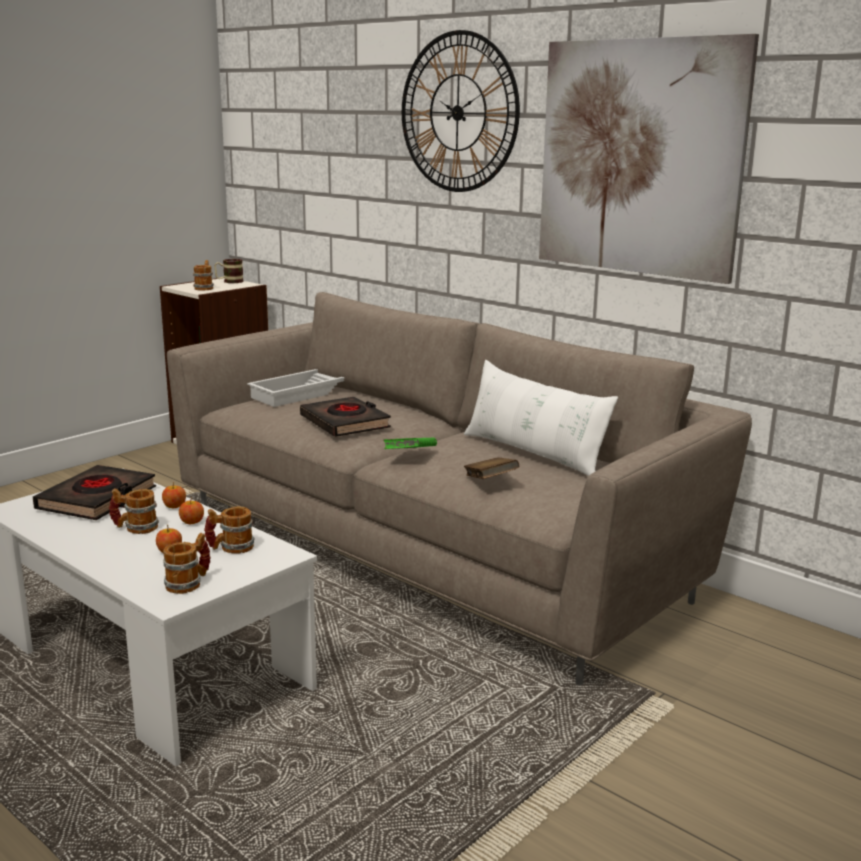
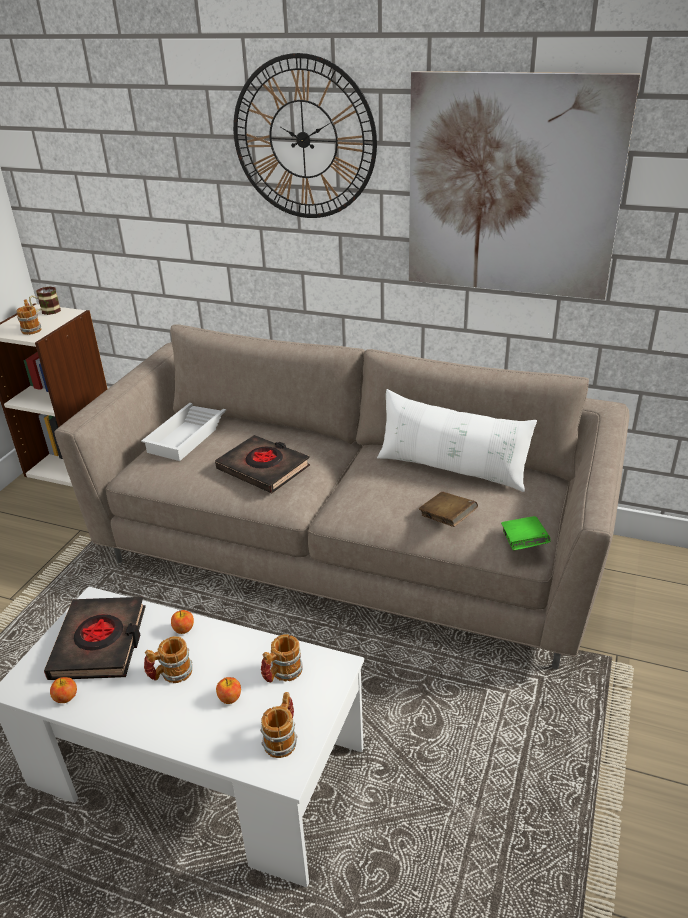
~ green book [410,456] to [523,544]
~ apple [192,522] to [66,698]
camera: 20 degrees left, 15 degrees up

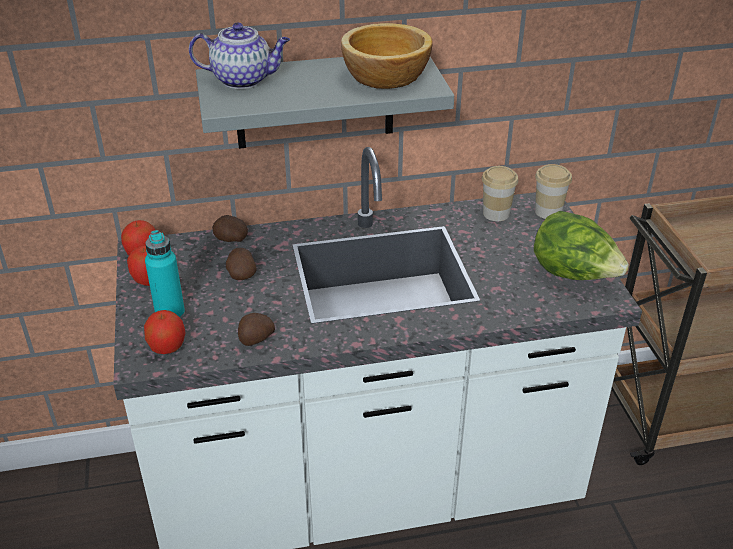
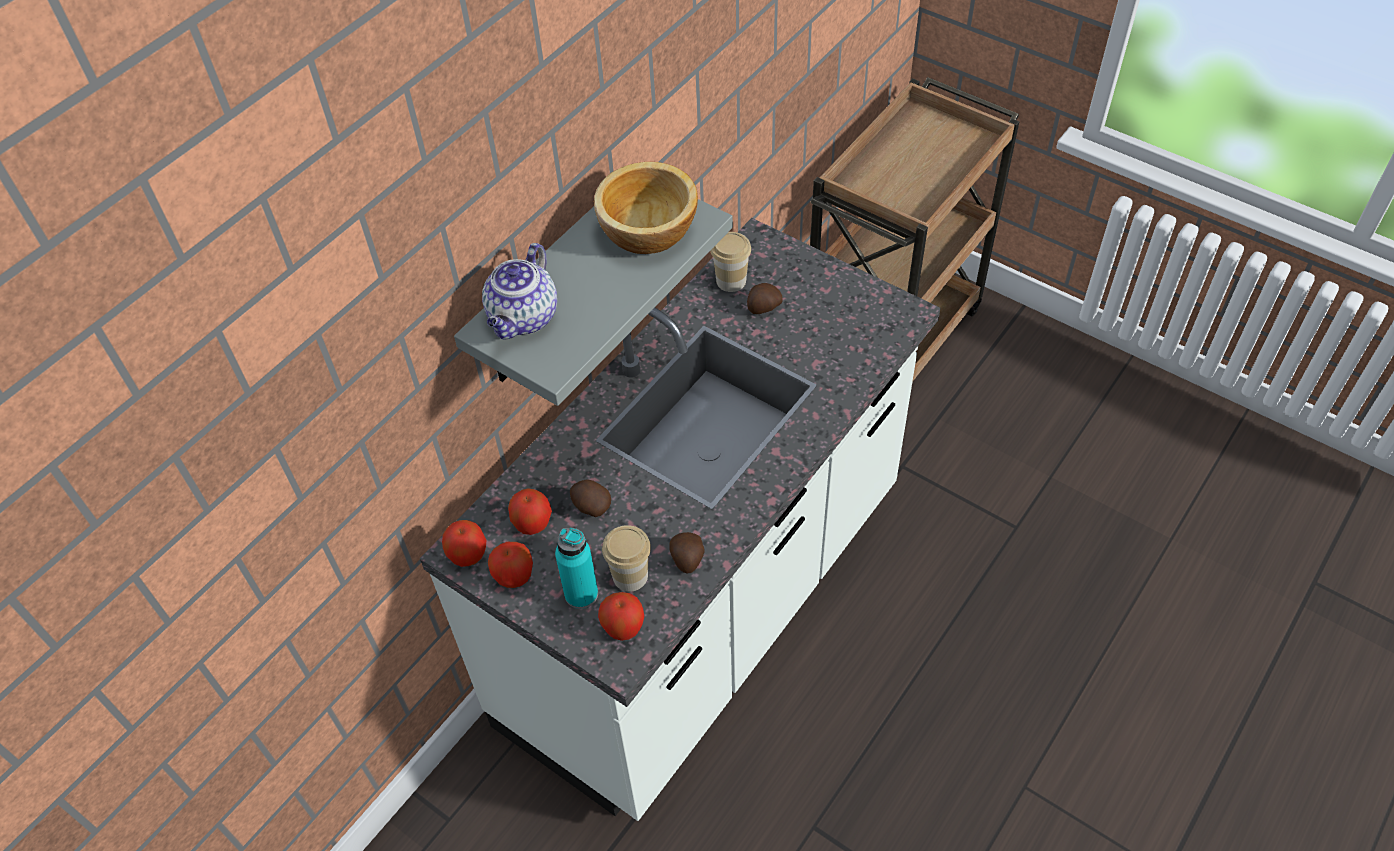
~ teapot [244,80] = [523,319] 150 degrees clockwise
~ cup [548,212] to [630,576]
- lettuce [573,274]
~ potato [231,239] to [763,308]
+ apple [532,523]
camera: 40 degrees left, 15 degrees up

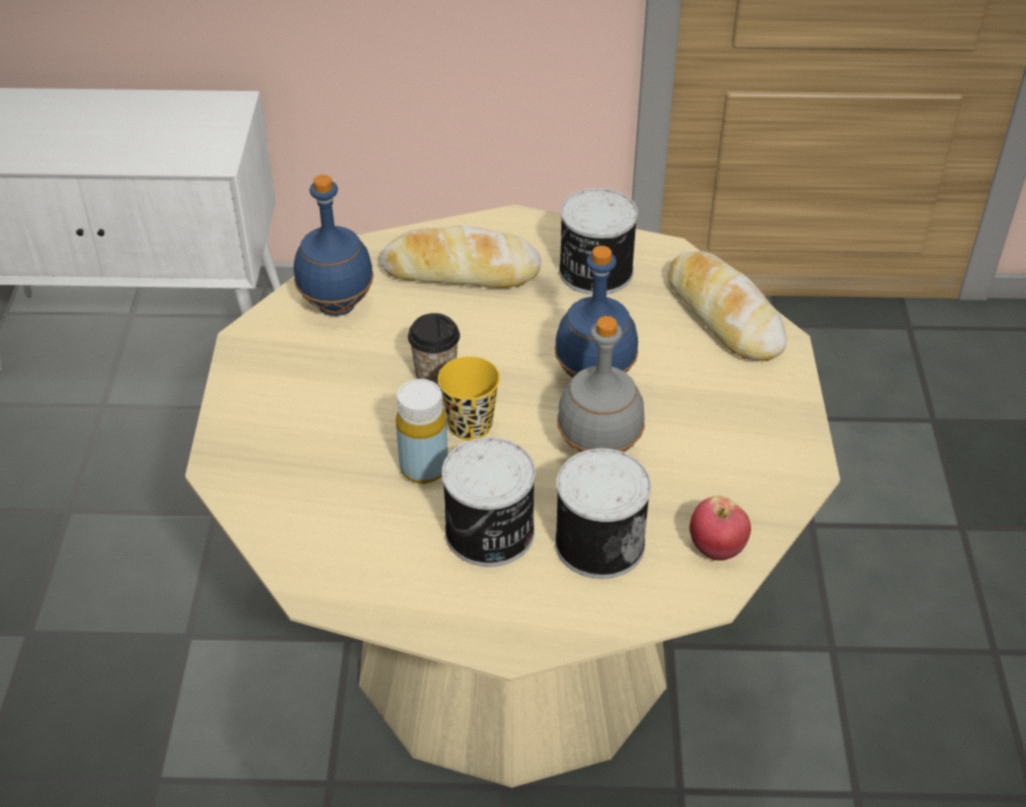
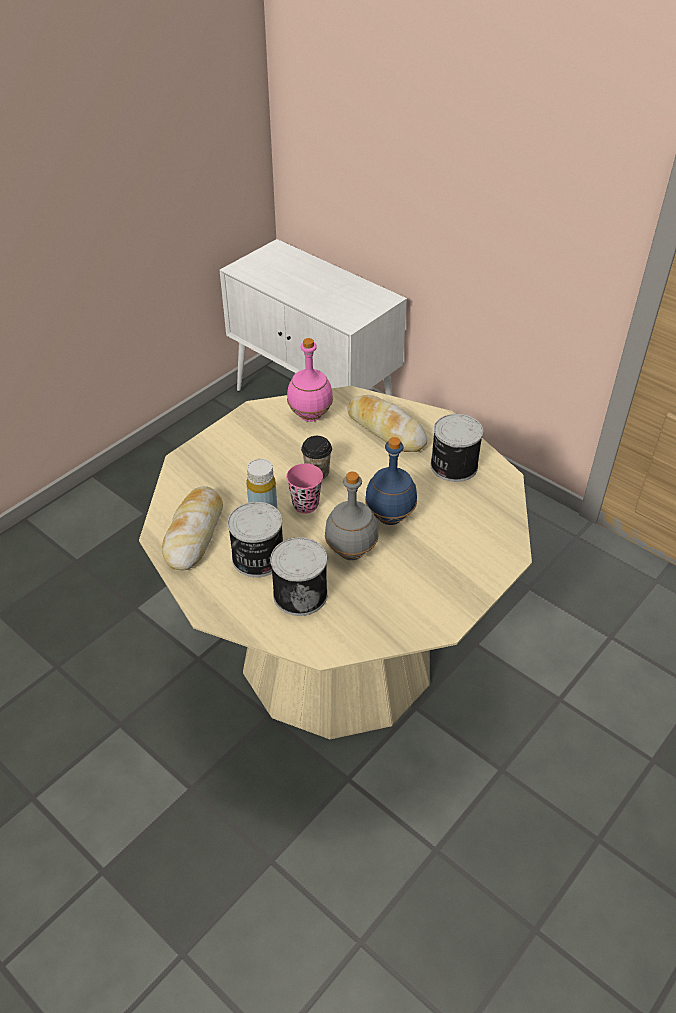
~ blue bottle [338,306] to pink bottle [310,416]
~ bread [723,316] to [194,533]
~ yellow cup [470,425] to pink cup [305,504]
- apple [716,549]
camera: 40 degrees right, 0 degrees up

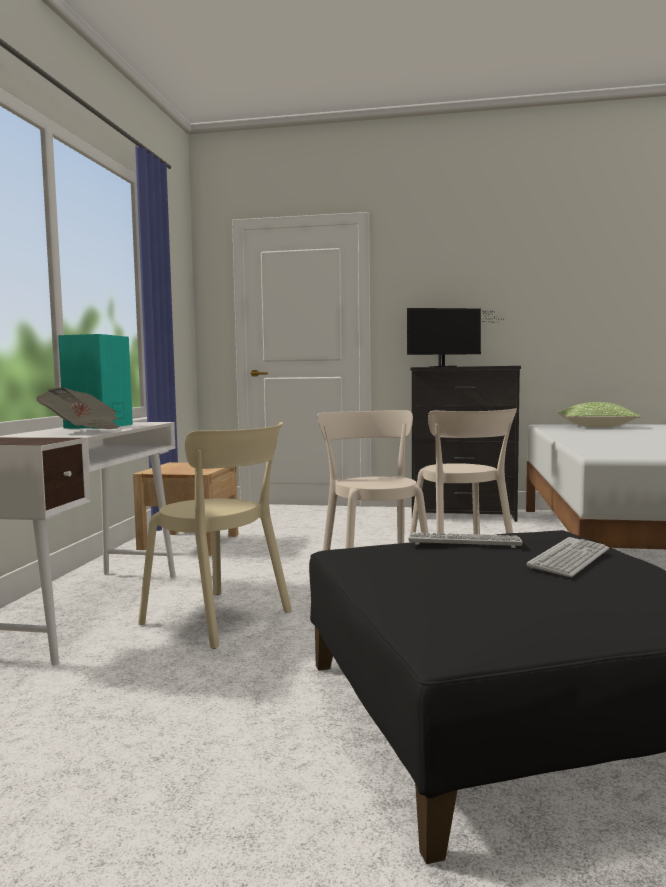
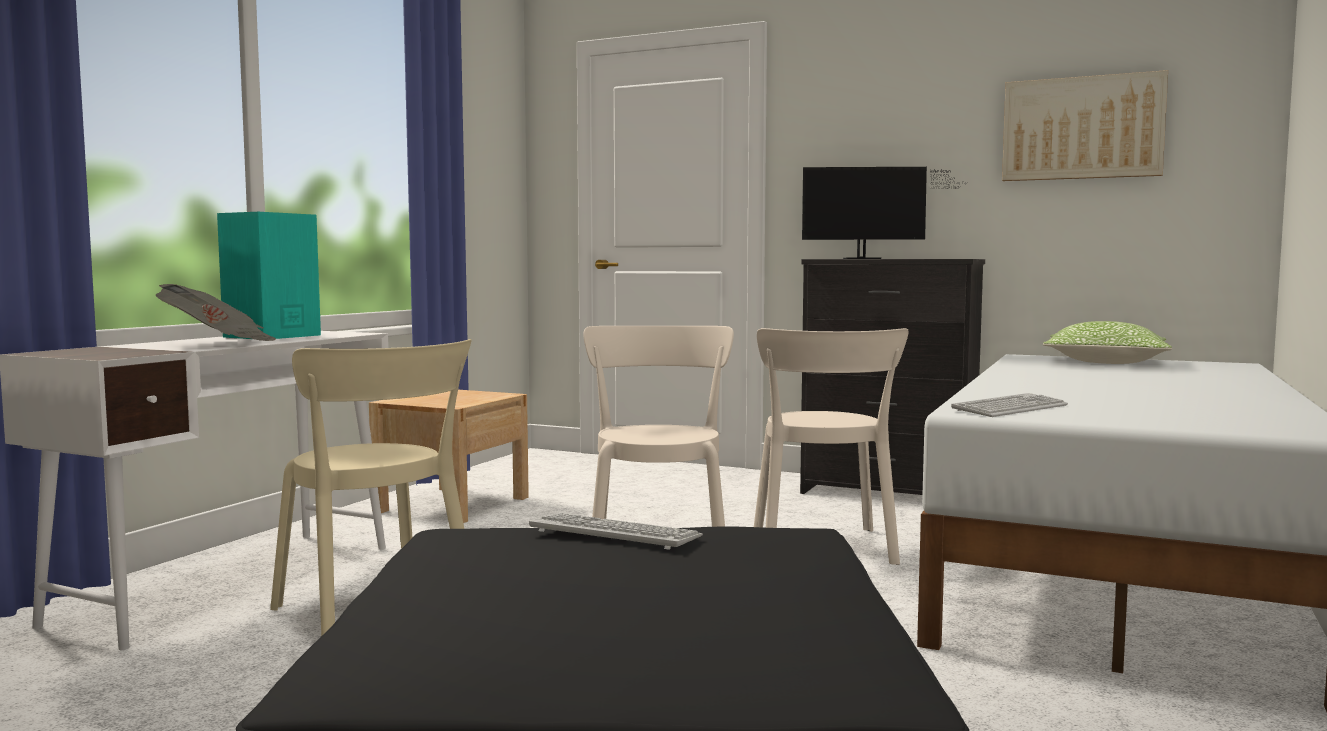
~ keyboard [569,559] to [1010,408]
+ picture [1082,128]
camera: 15 degrees right, 0 degrees up

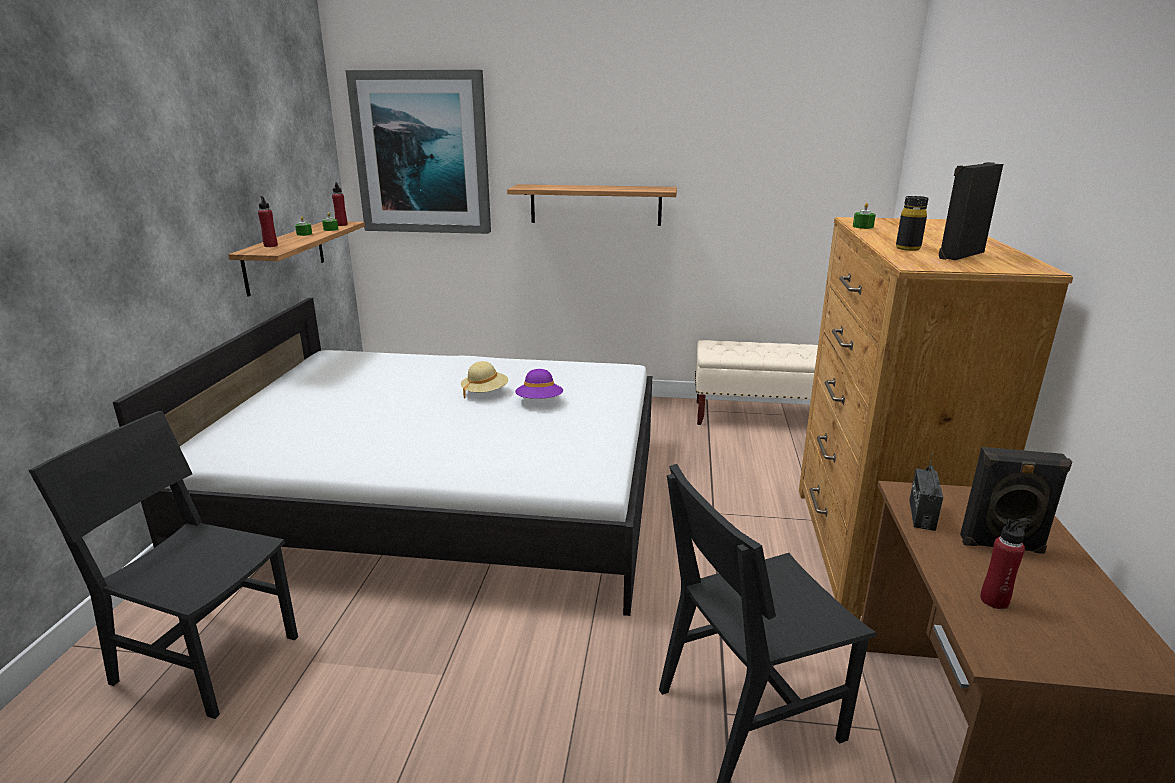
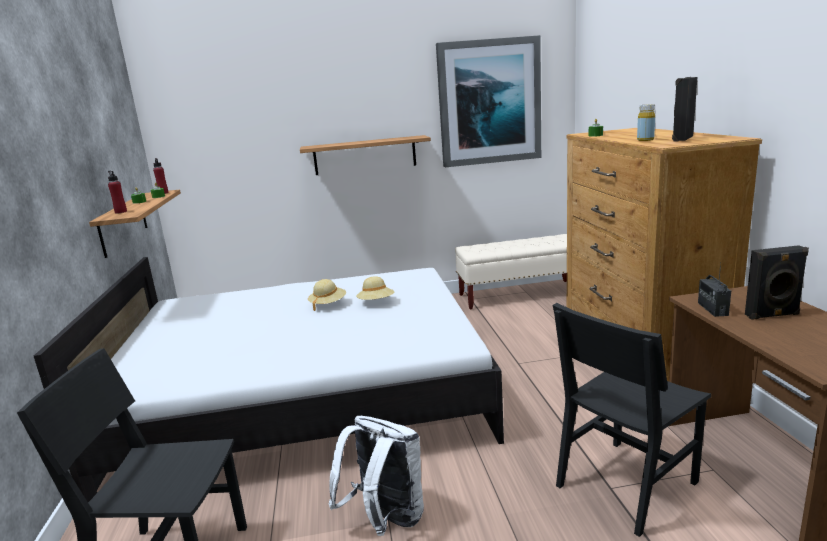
~ picture [423,153] to [489,102]
~ black bottle [908,248] to yellow bottle [645,140]
~ purple hat [539,402] to beige hat [376,303]
- red bottle [994,600]
+ white backpack [385,520]
camera: 15 degrees left, 5 degrees down

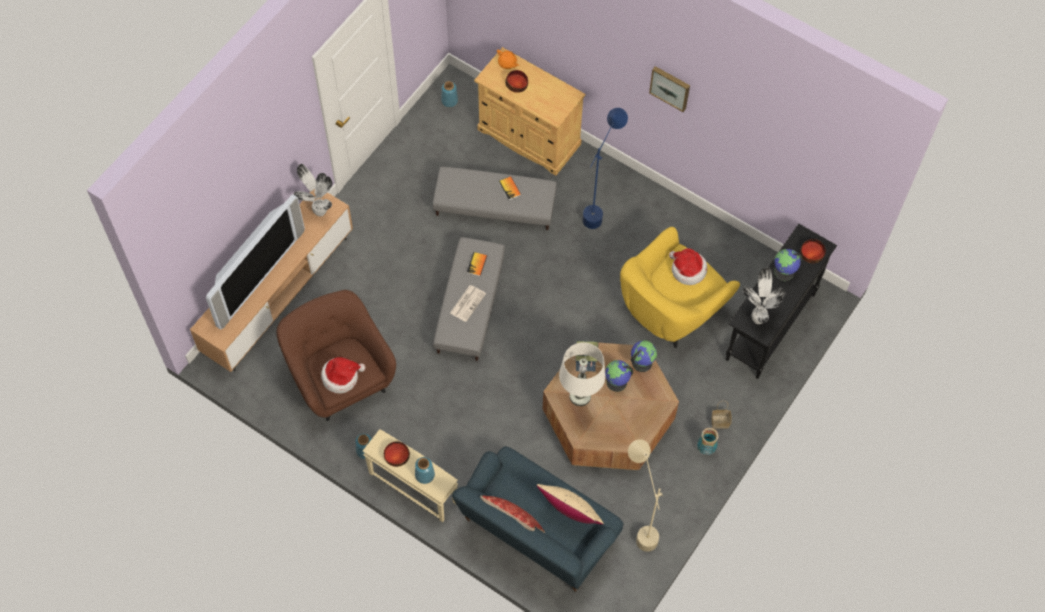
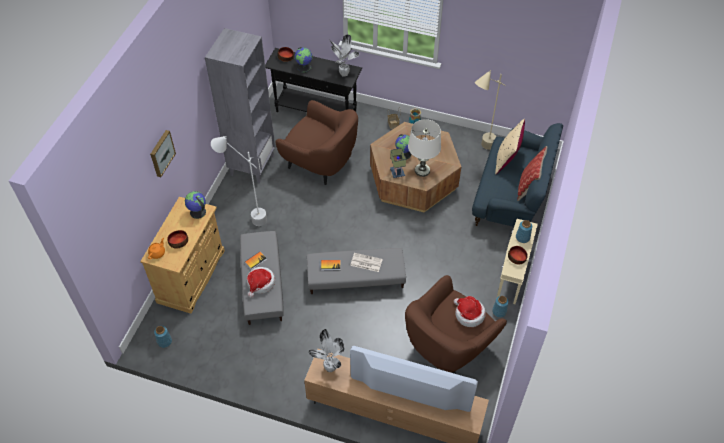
~ picture [670,87] to [161,153]
~ blue floor lamp [600,207] to white floor lamp [247,217]
~ yellow armchair [670,310] to brown armchair [320,162]
~ hat [687,270] to [260,283]
~ globe [641,362] to [197,212]
+ grey bookcase [252,165]
camera: 105 degrees left, 10 degrees down

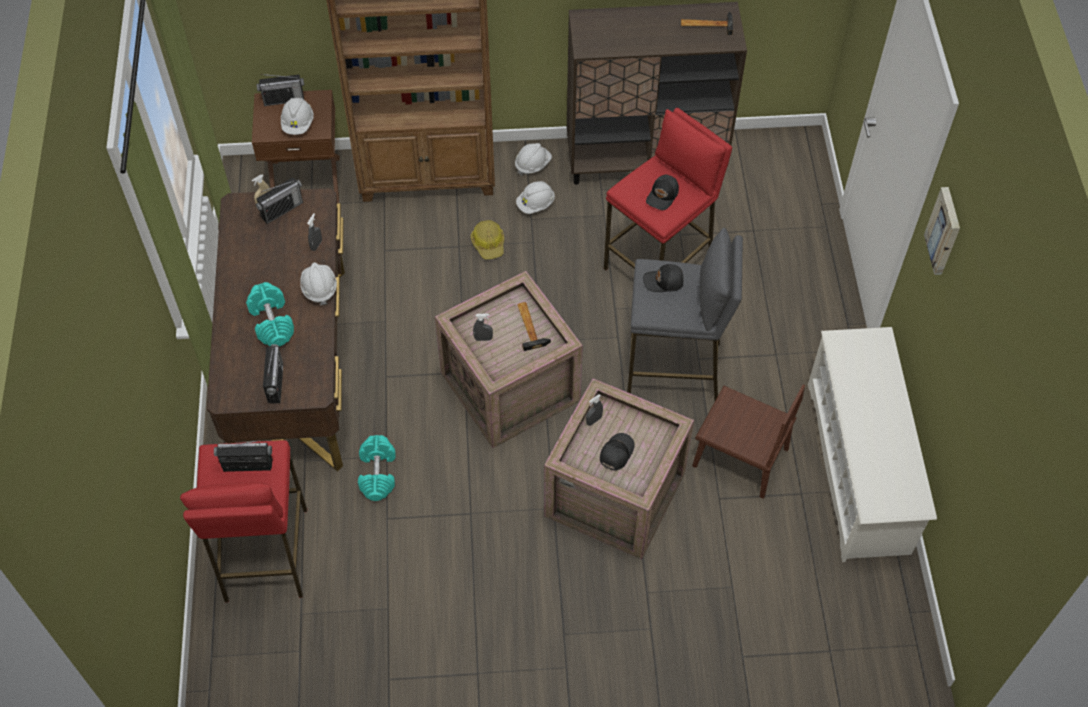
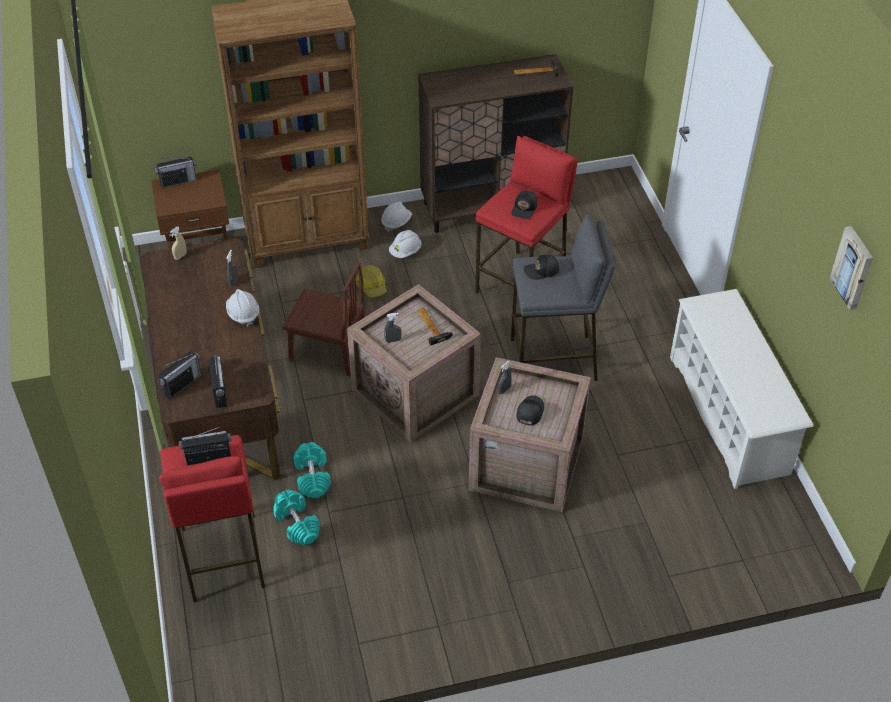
- white hard hat [298,124]
~ radio [282,210] to [182,384]
~ picture [945,231] to [853,267]
~ turquoise dumbbell [271,322] to [297,524]
~ brown chair [740,457] to [328,350]
camera: 10 degrees left, 10 degrees down

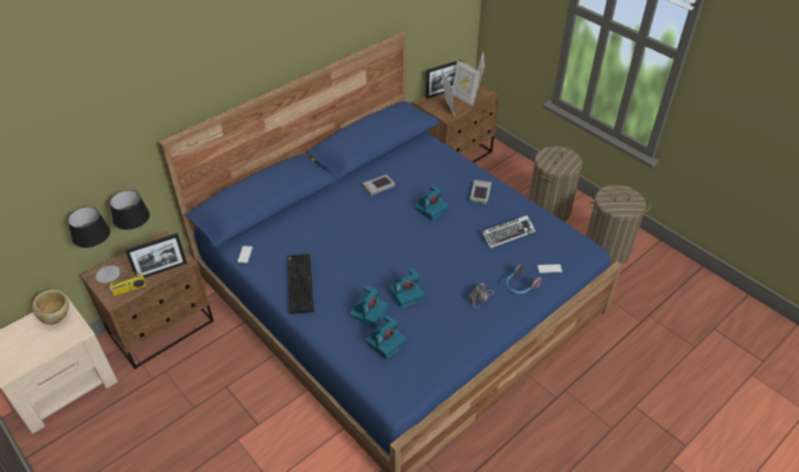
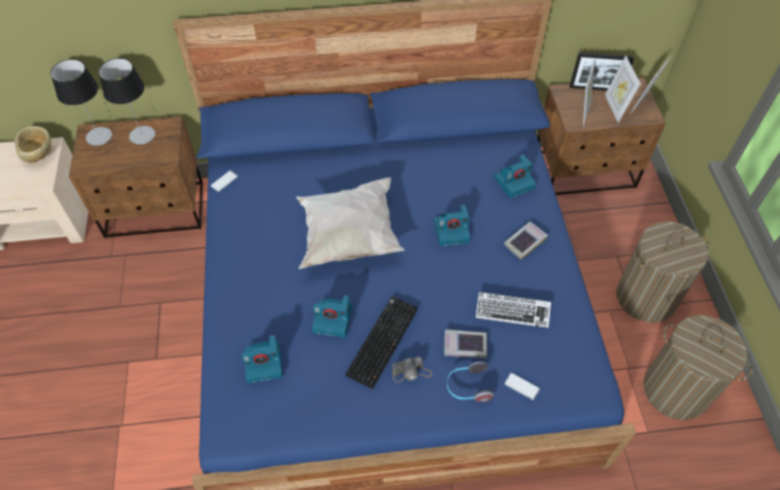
~ book [378,187] to [465,346]
- picture frame [161,270]
~ keyboard [299,283] to [381,340]
- radio [129,289]
~ photo camera [369,311] to [514,182]
+ white pillow [348,237]
camera: 35 degrees right, 10 degrees up

